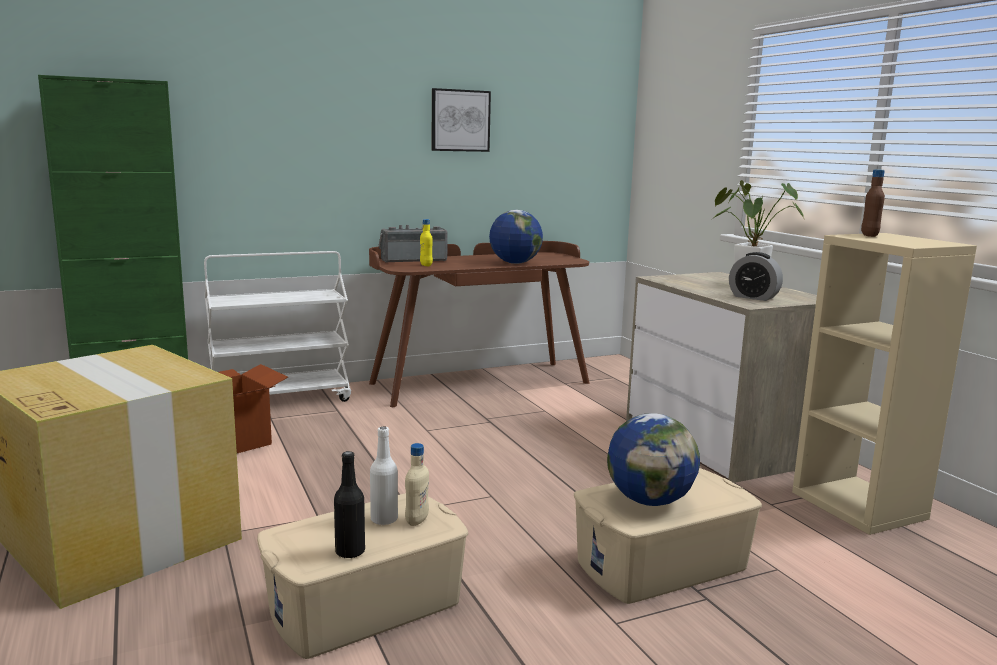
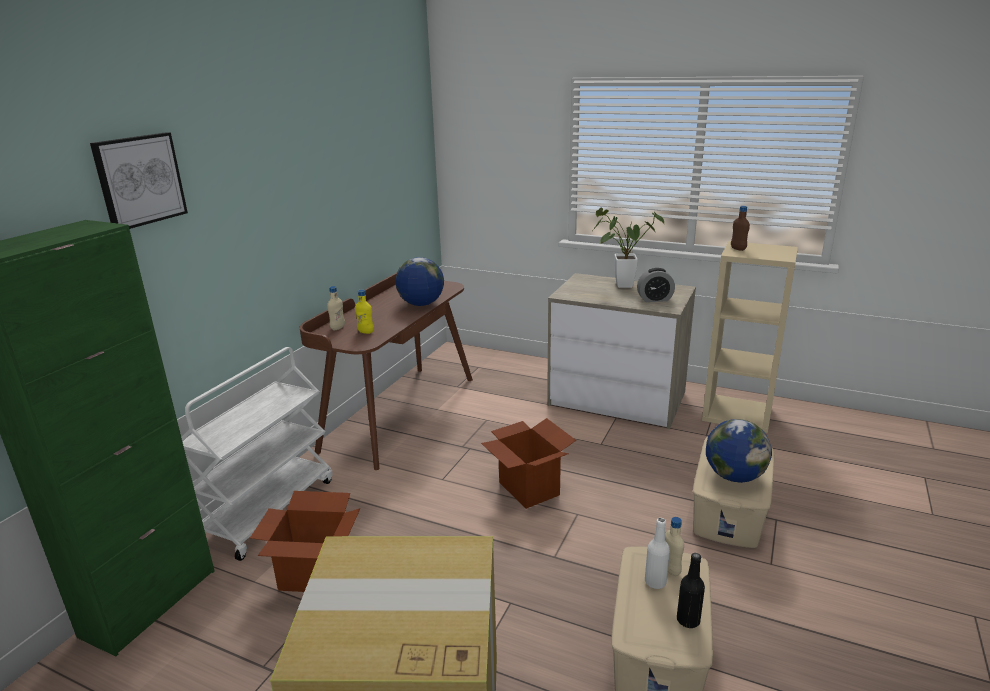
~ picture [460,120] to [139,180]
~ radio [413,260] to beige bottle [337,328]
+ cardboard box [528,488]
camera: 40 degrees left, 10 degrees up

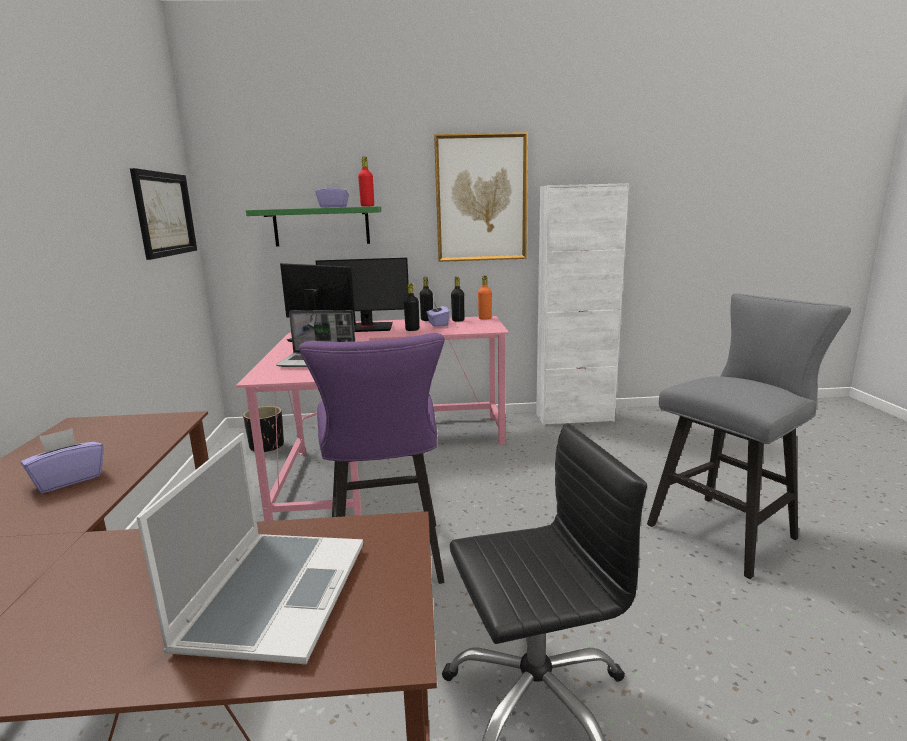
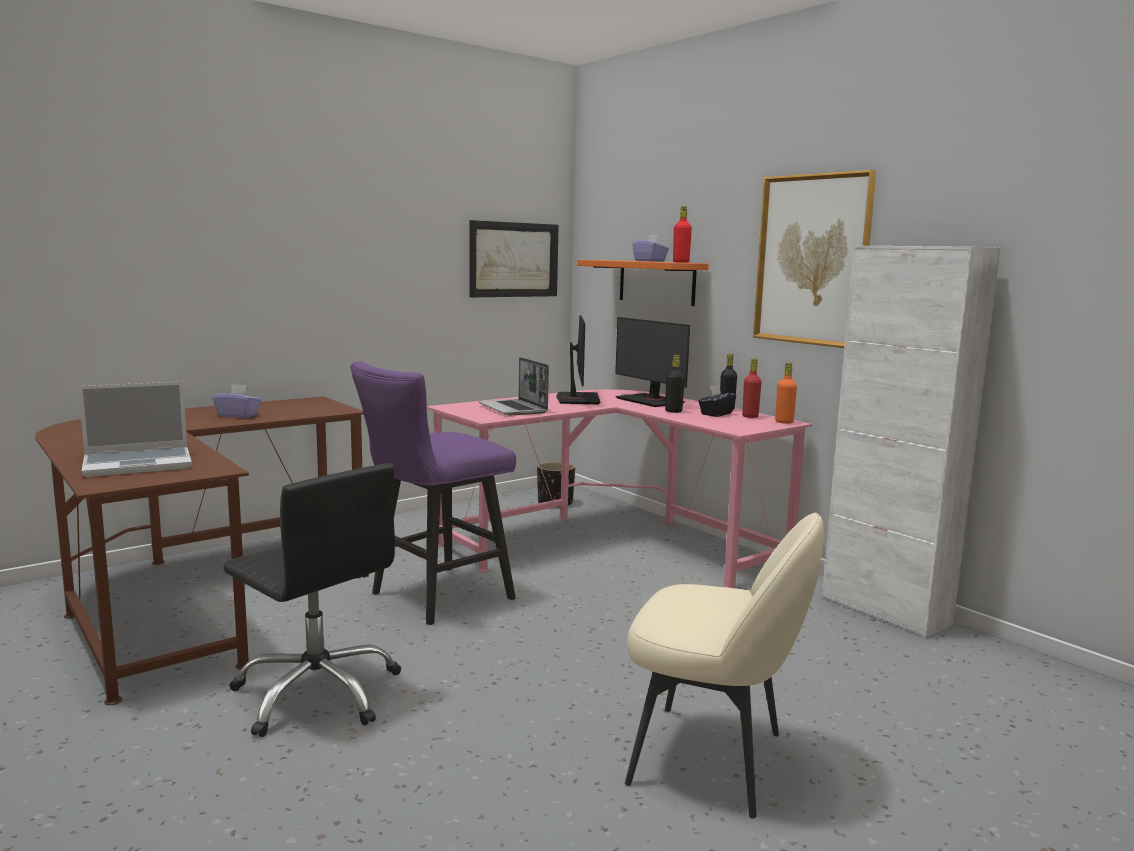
~ green shelf [321,226] to orange shelf [656,282]
~ black bottle [458,320] to red bottle [750,416]
~ grey stool [729,530] to beige chair [712,759]
~ purple tissue box [438,324] to black tissue box [716,414]
camera: 55 degrees right, 5 degrees down

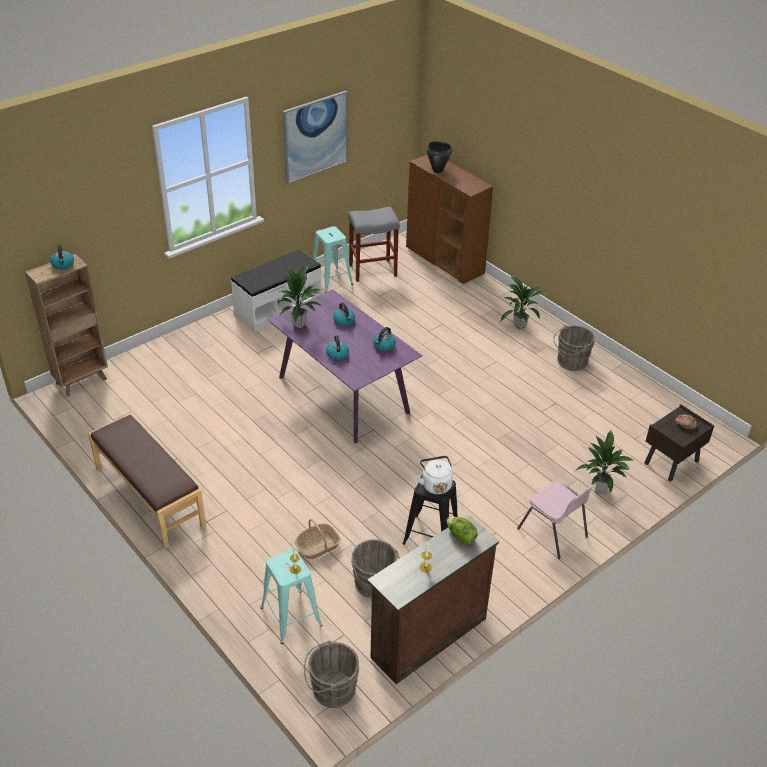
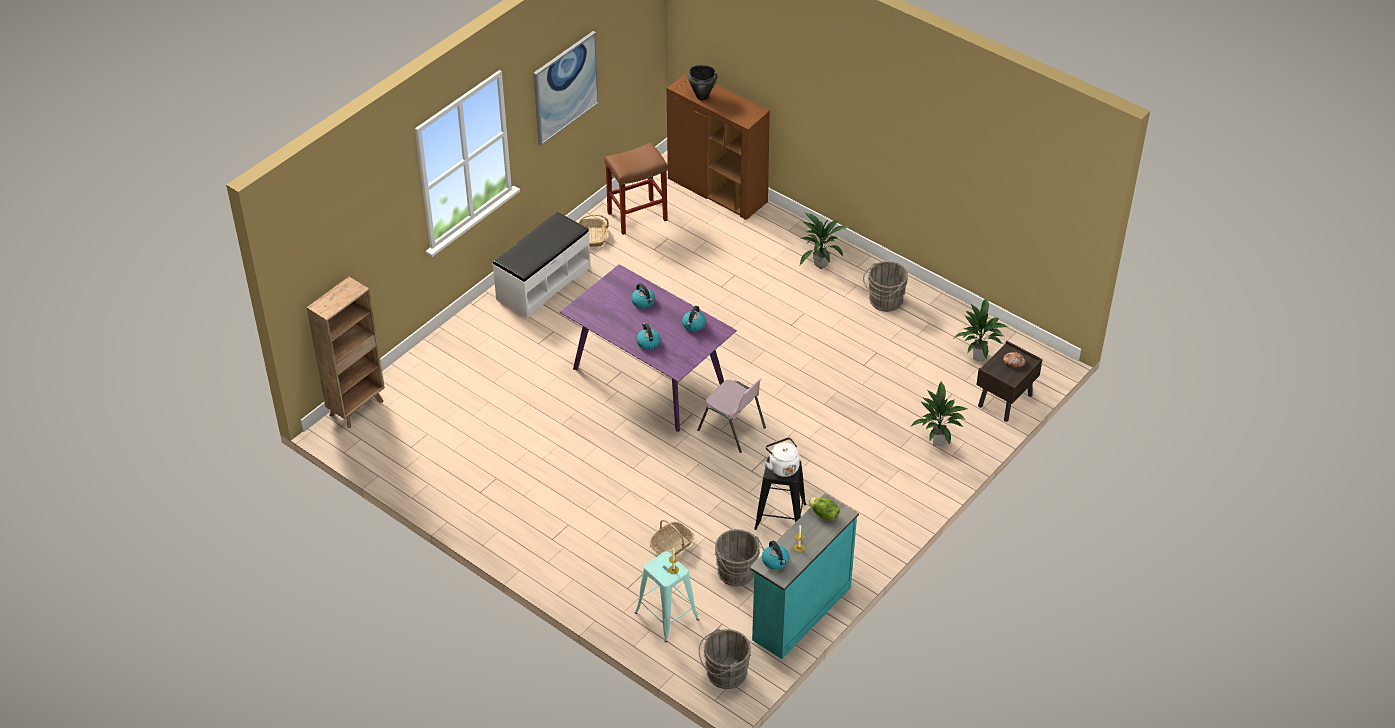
~ grey stool [373,270] to brown stool [638,216]
~ turquoise stool [331,280] to basket [593,237]
~ kettle [63,265] to [775,561]
~ potted plant [300,324] to [979,356]
- brown bench [149,497]
~ pink chair [553,533] to [732,429]
~ brown dresser [427,637] to turquoise dresser [800,613]
camera: 10 degrees left, 5 degrees up

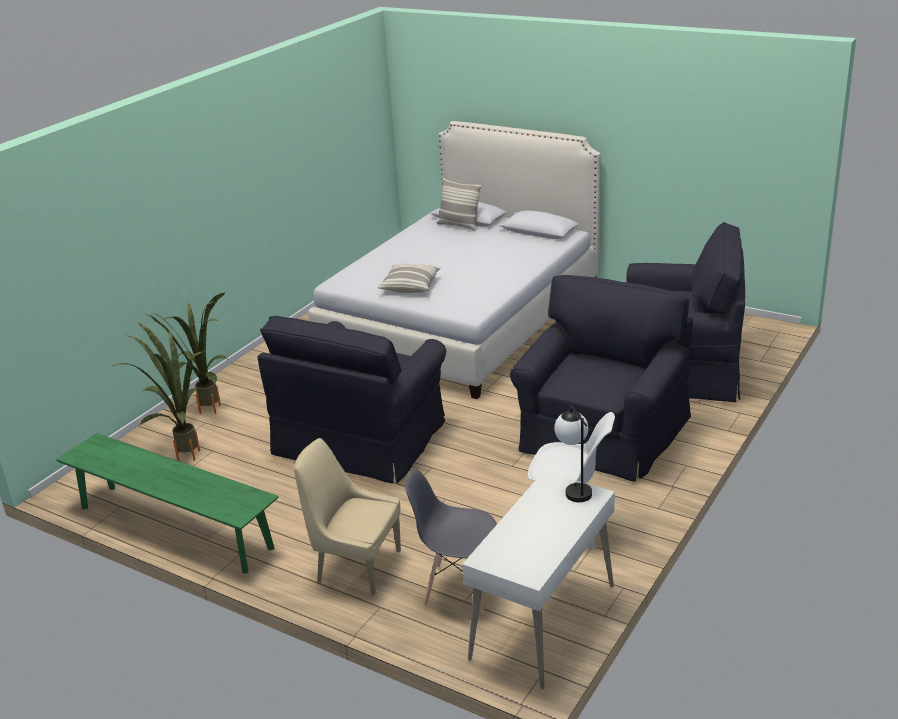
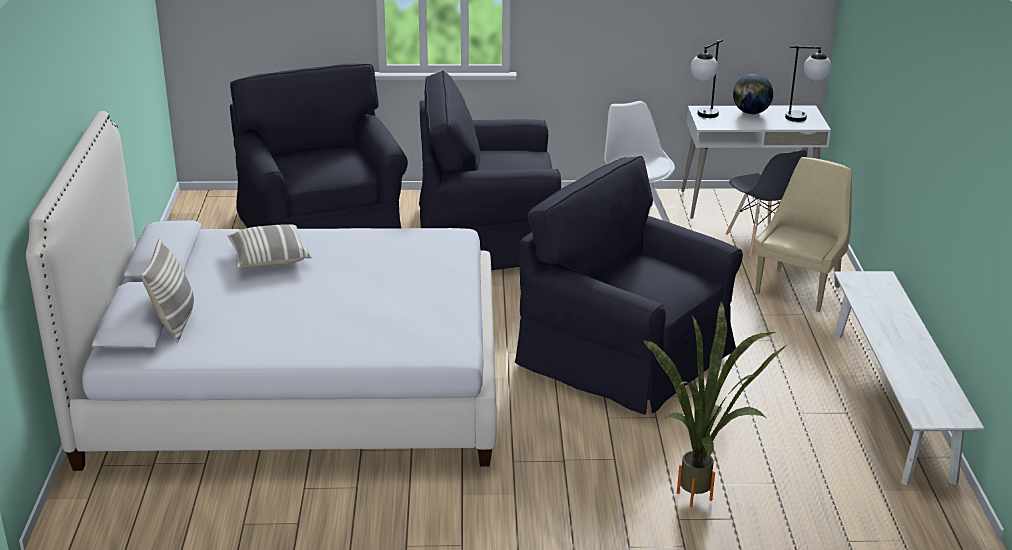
~ pillow [410,286] to [269,258]
~ black armchair [364,438] = [627,355] 135 degrees counterclockwise
- potted plant [182,454]
~ green bench [174,527] to white bench [891,403]
~ beige chair [356,566] = [799,289] 135 degrees counterclockwise
+ table lamp [804,118]
+ globe [751,113]
camera: 125 degrees left, 0 degrees up

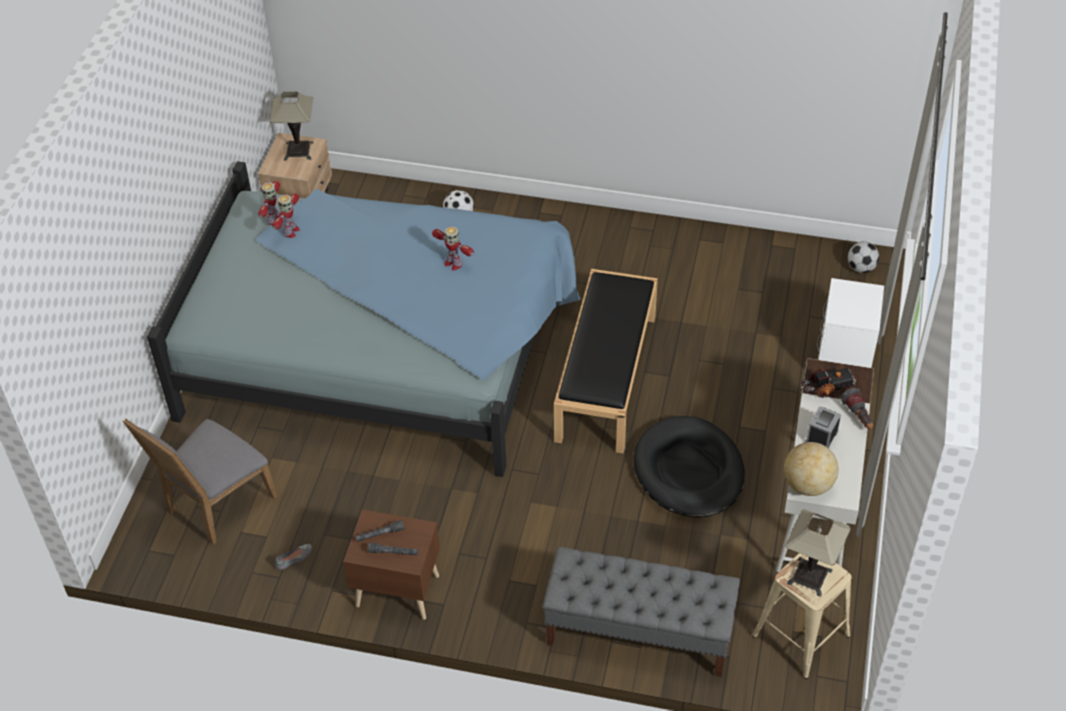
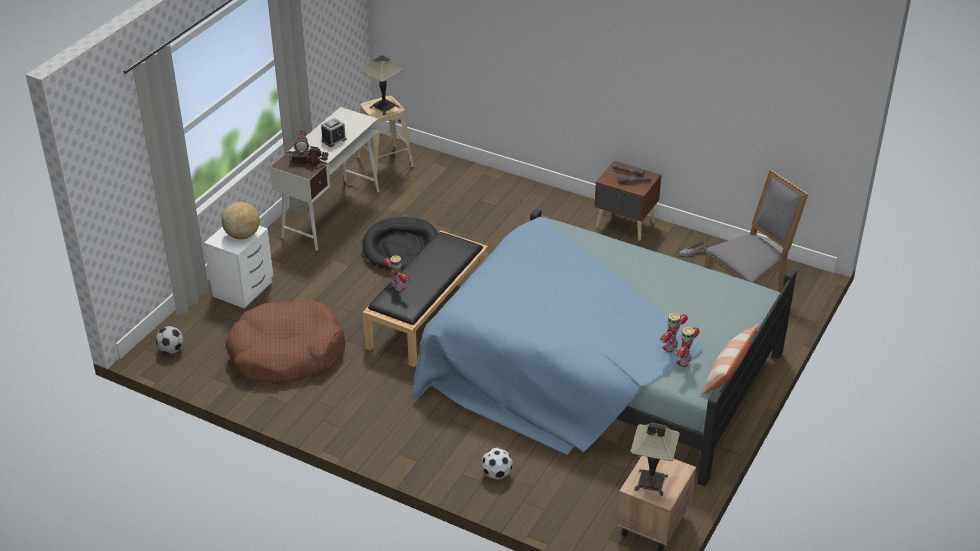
~ toy robot [453,263] to [397,287]
~ globe [807,485] to [242,235]
- grey bench [638,633]
+ brown dog bed [286,353]
+ pillow [727,372]
camera: 165 degrees left, 10 degrees down

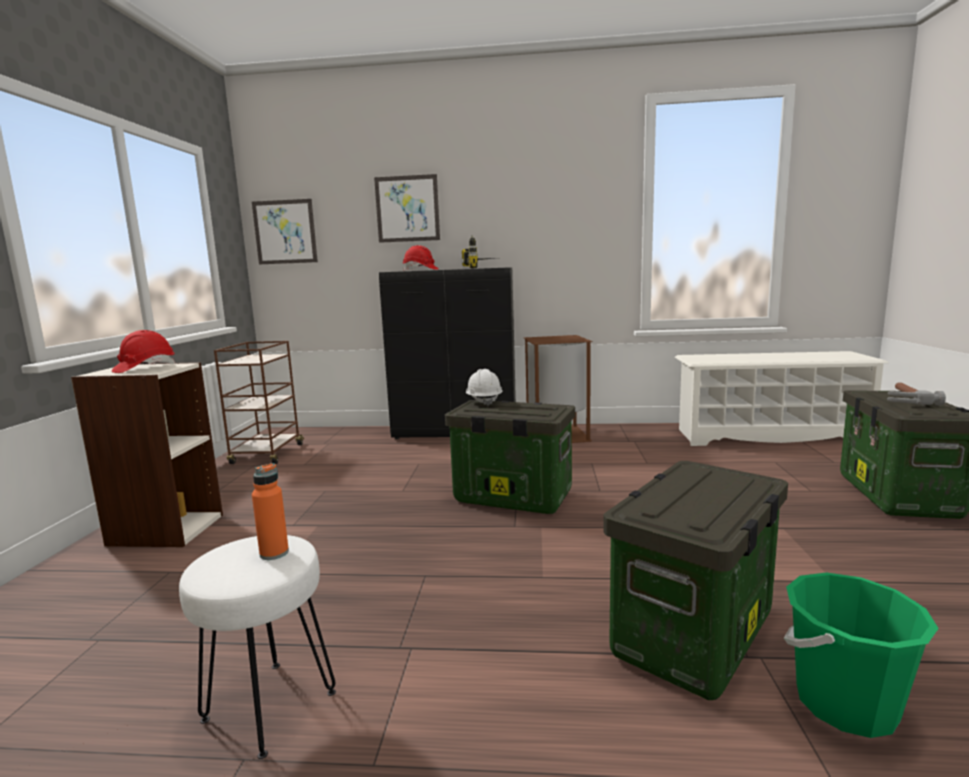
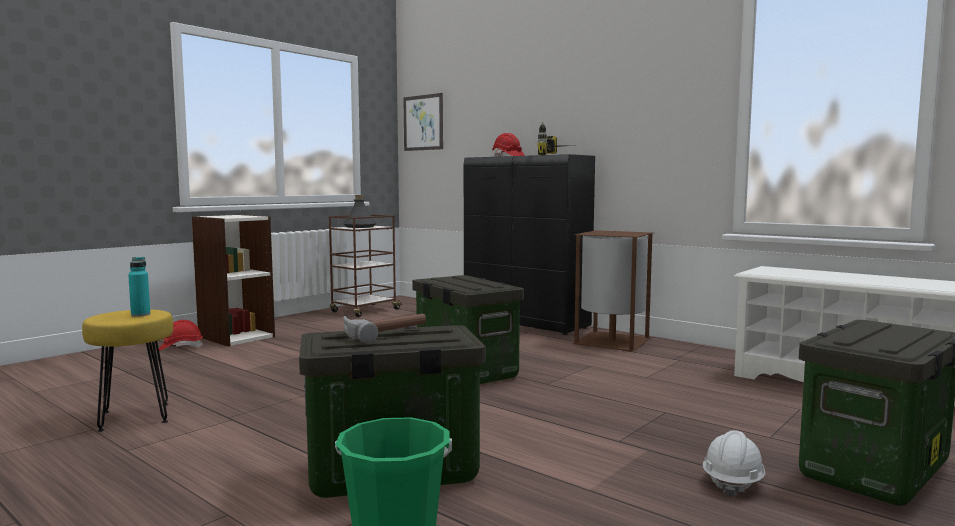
- picture [407,209]
~ red hard hat [145,368] to [180,347]
~ white hard hat [484,401] to [732,482]
~ hammer [903,399] to [383,332]
~ orange bottle [274,553] to turquoise bottle [140,315]
~ white stool [269,707] to yellow stool [134,417]
+ grey bottle [359,227]
camera: 35 degrees right, 5 degrees down

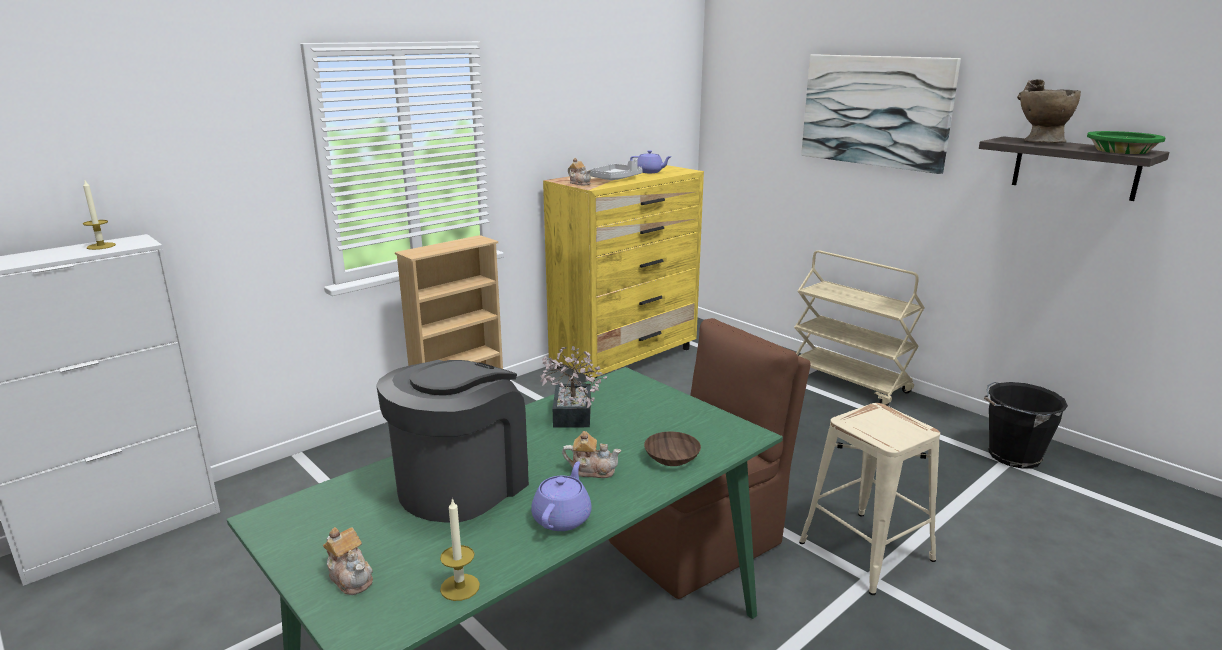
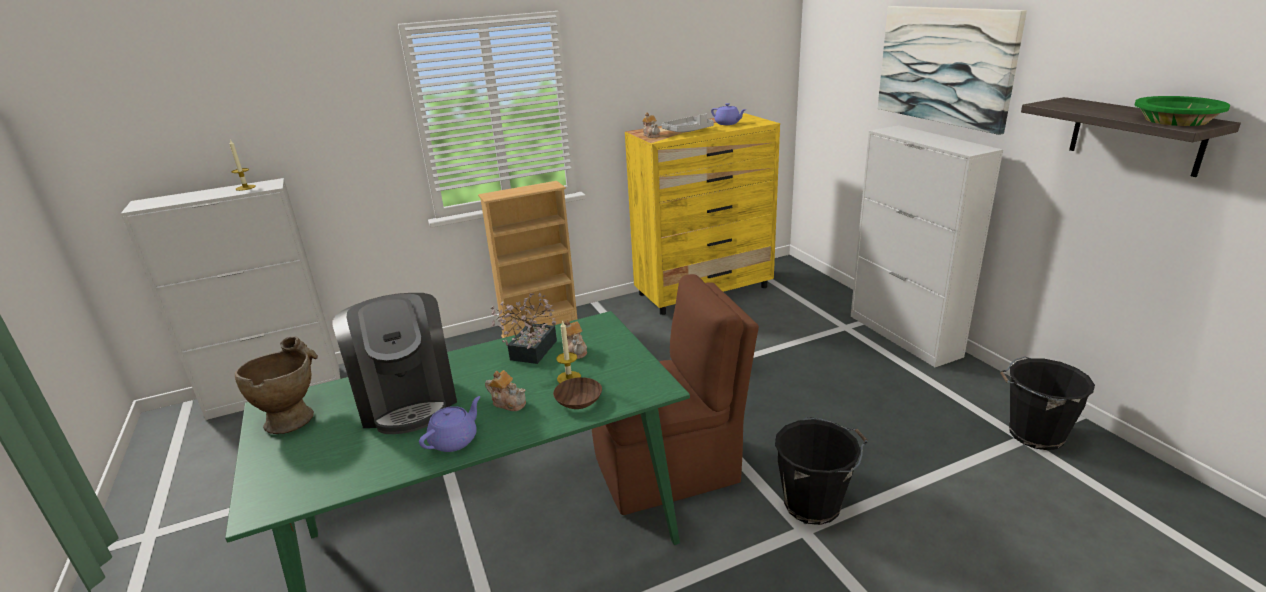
~ beige vase [1037,142] to [293,416]
~ beige cart [849,382] to white cabinet [904,336]
~ coffee machine [462,484] = [408,400] 105 degrees clockwise
~ beige stool [865,551] to black bucket [814,504]
~ candle [460,587] to [569,378]
~ teapot [351,577] to [575,350]
camera: 20 degrees right, 5 degrees up

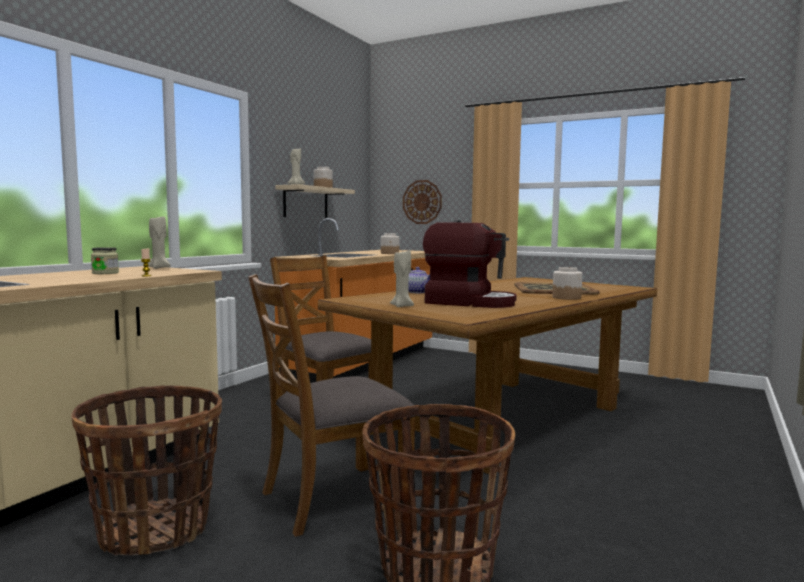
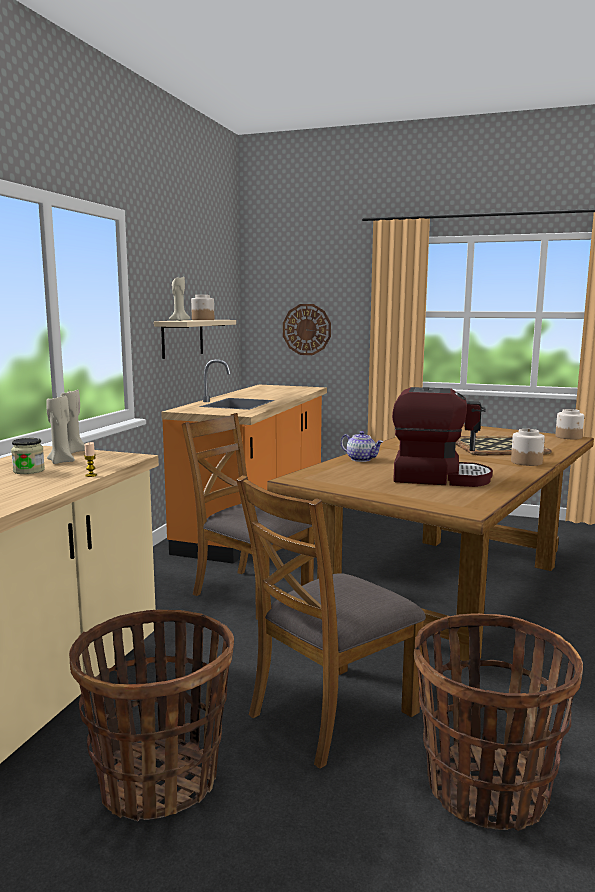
~ jar [390,253] to [569,437]
~ beige candle [402,306] to [62,461]
camera: 10 degrees left, 5 degrees up

